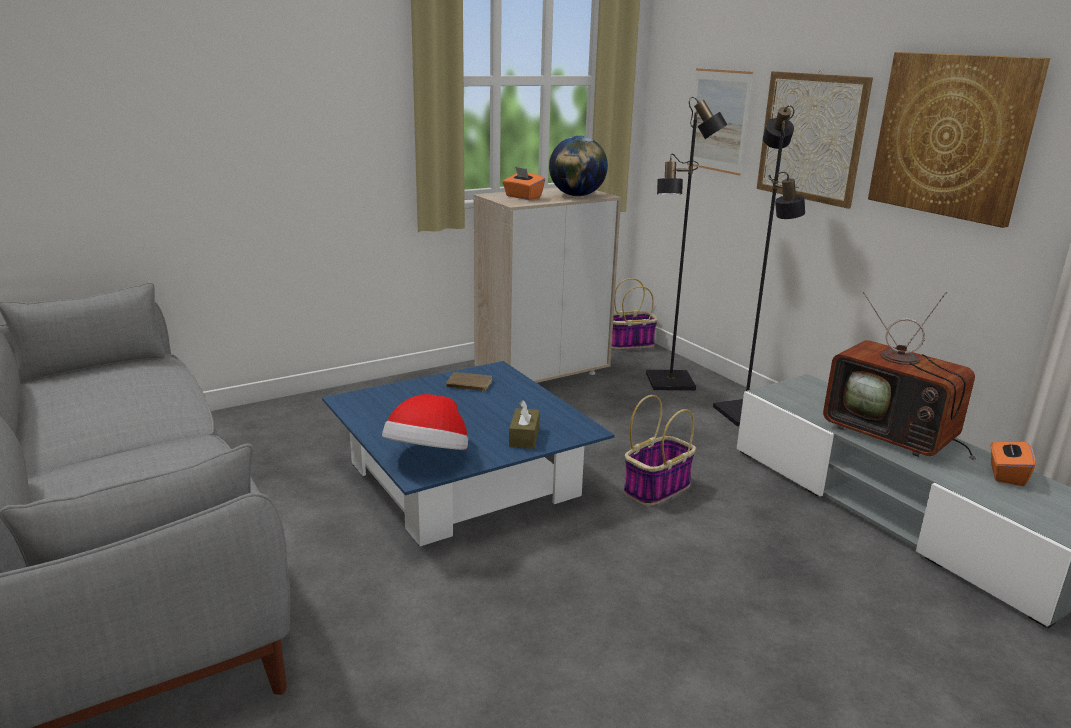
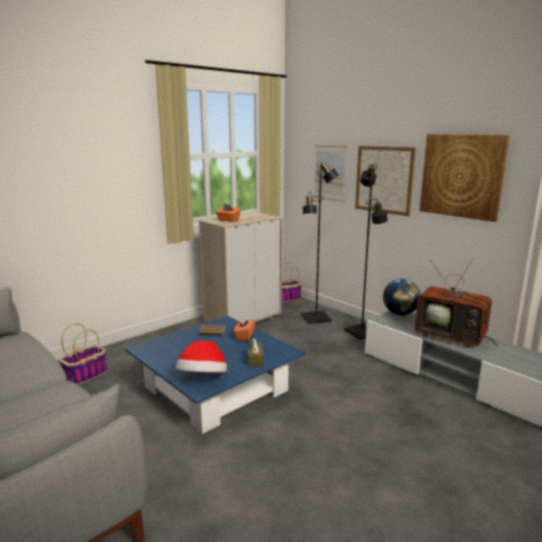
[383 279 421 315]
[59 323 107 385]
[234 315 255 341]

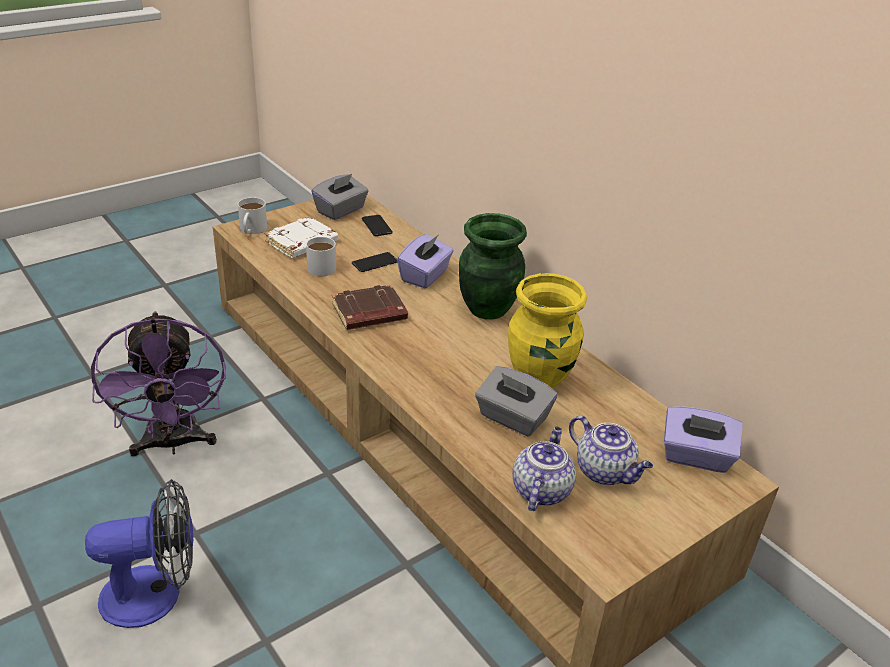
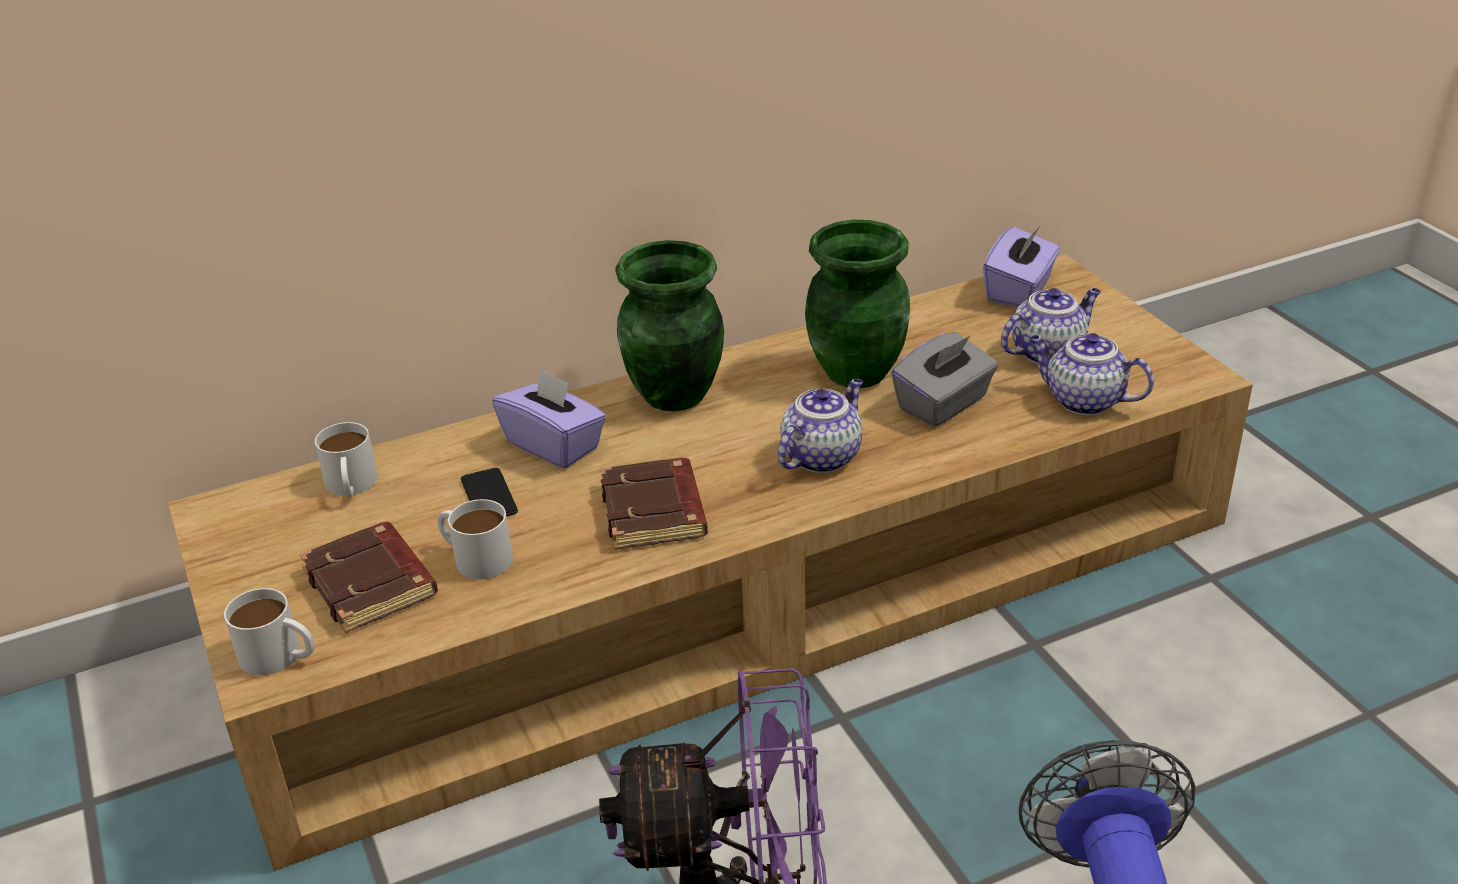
[312 174 369 220] (first image)
[315 422 378 497]
[300 522 438 633]
[805 220 910 388]
[778 378 863 473]

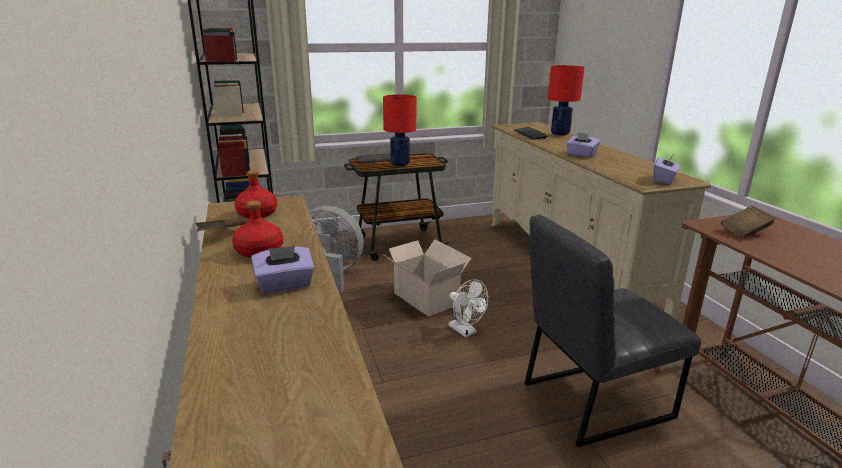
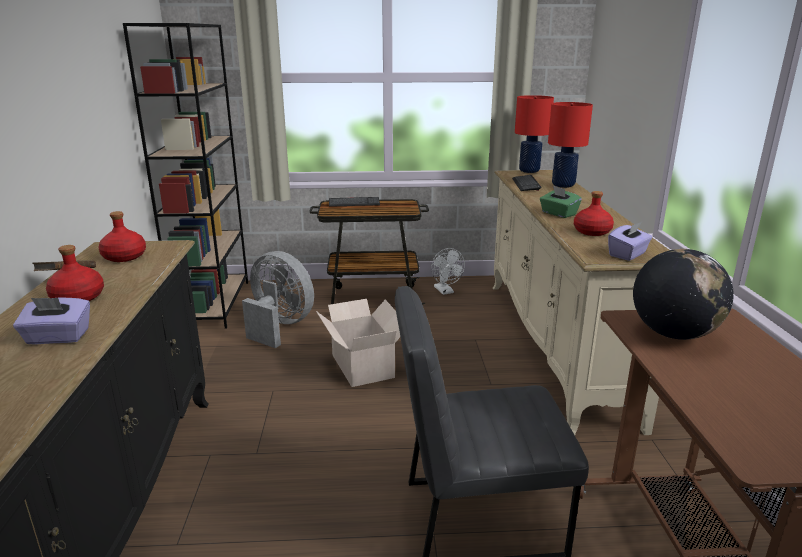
[515 95 554 173]
[540 186 582 218]
[633 249 734 340]
[431 248 465 295]
[574 191 614 236]

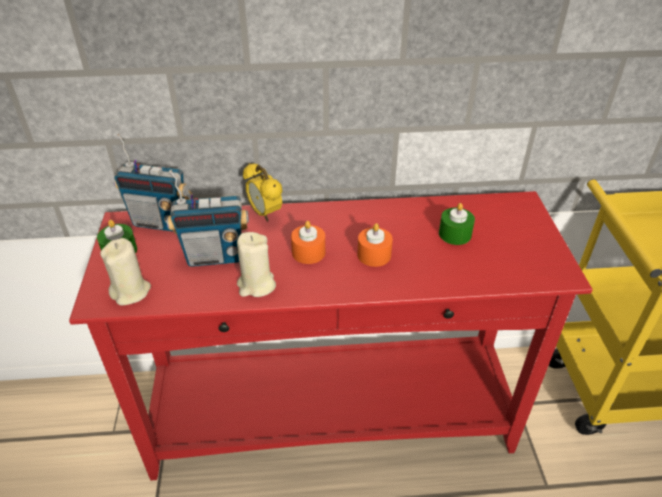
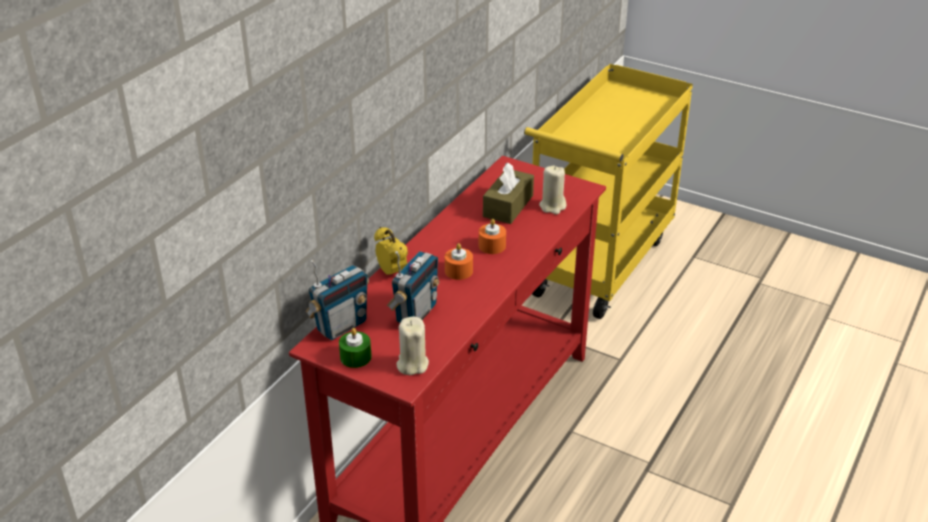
[374 227 408 275]
[483 163 534 224]
[539 166 566 214]

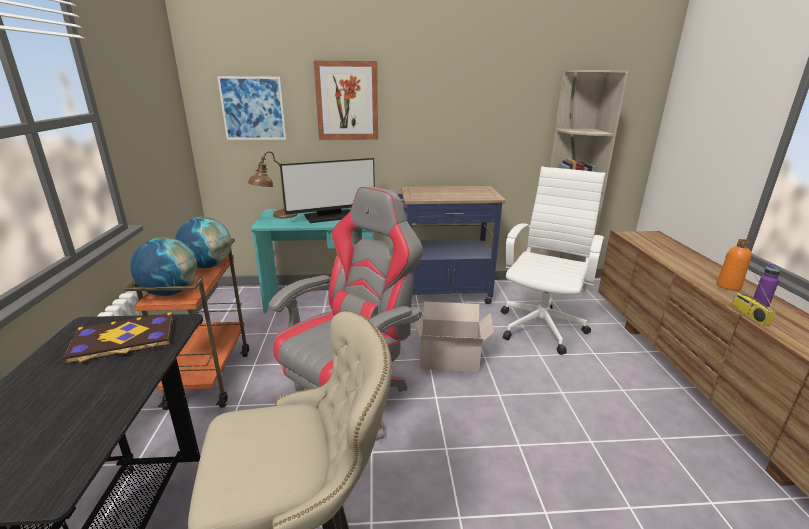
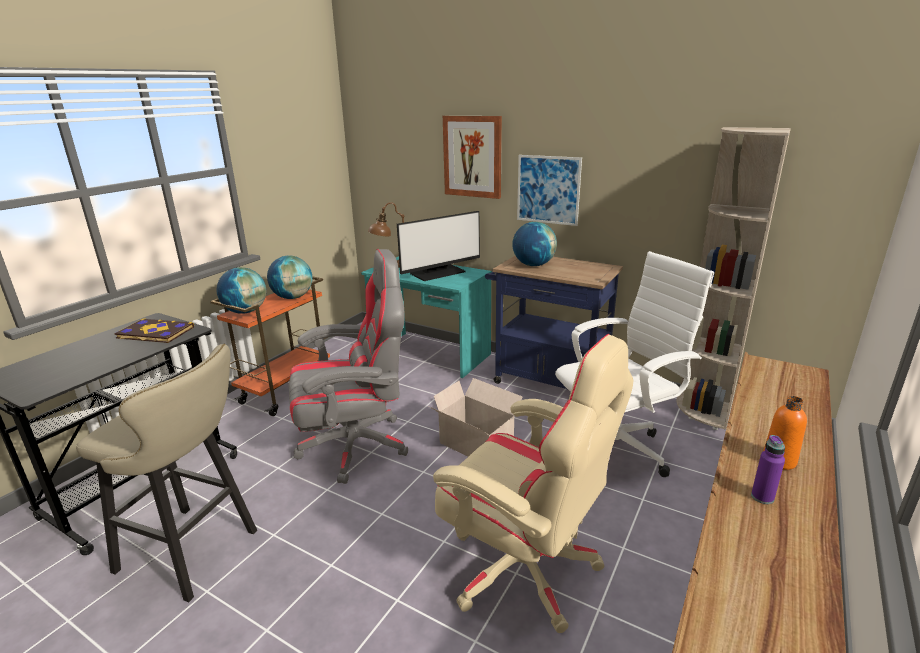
[517 155 582 226]
[397 211 480 281]
[732 274 776 326] (first image)
[512 222 557 266]
[433 334 633 633]

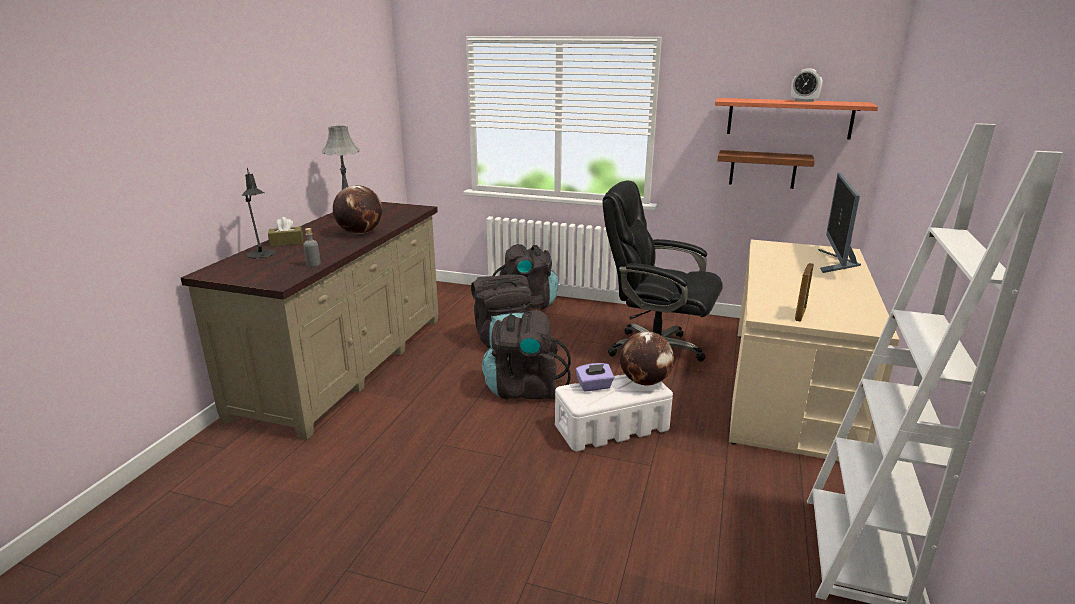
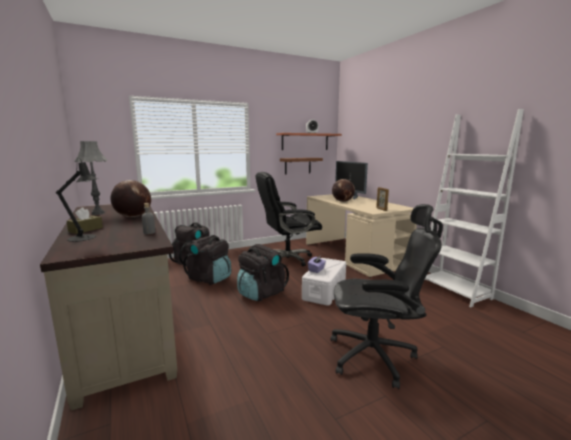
[332 179 355 202]
[331 204 443 389]

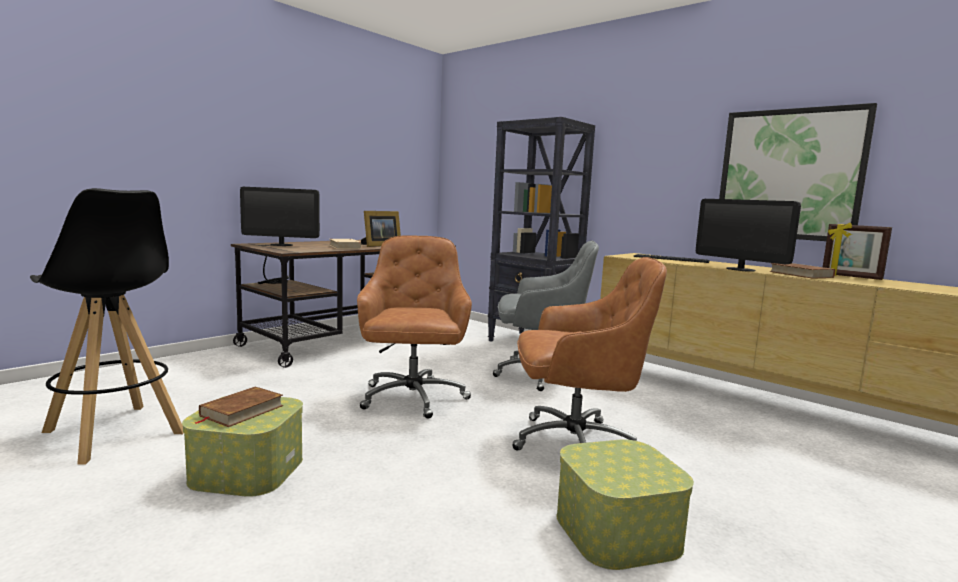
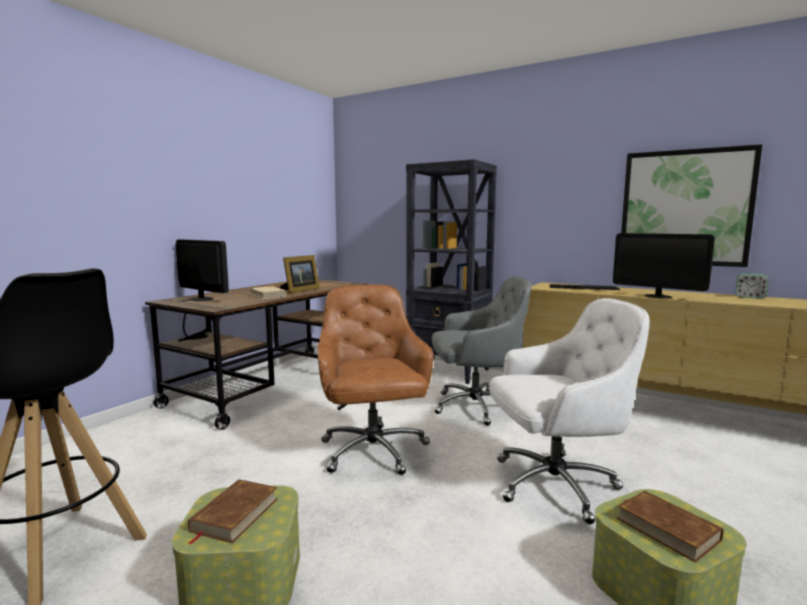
[175 239 229 301]
[735 274 769 299]
[489 298 650 524]
[617 490 723 563]

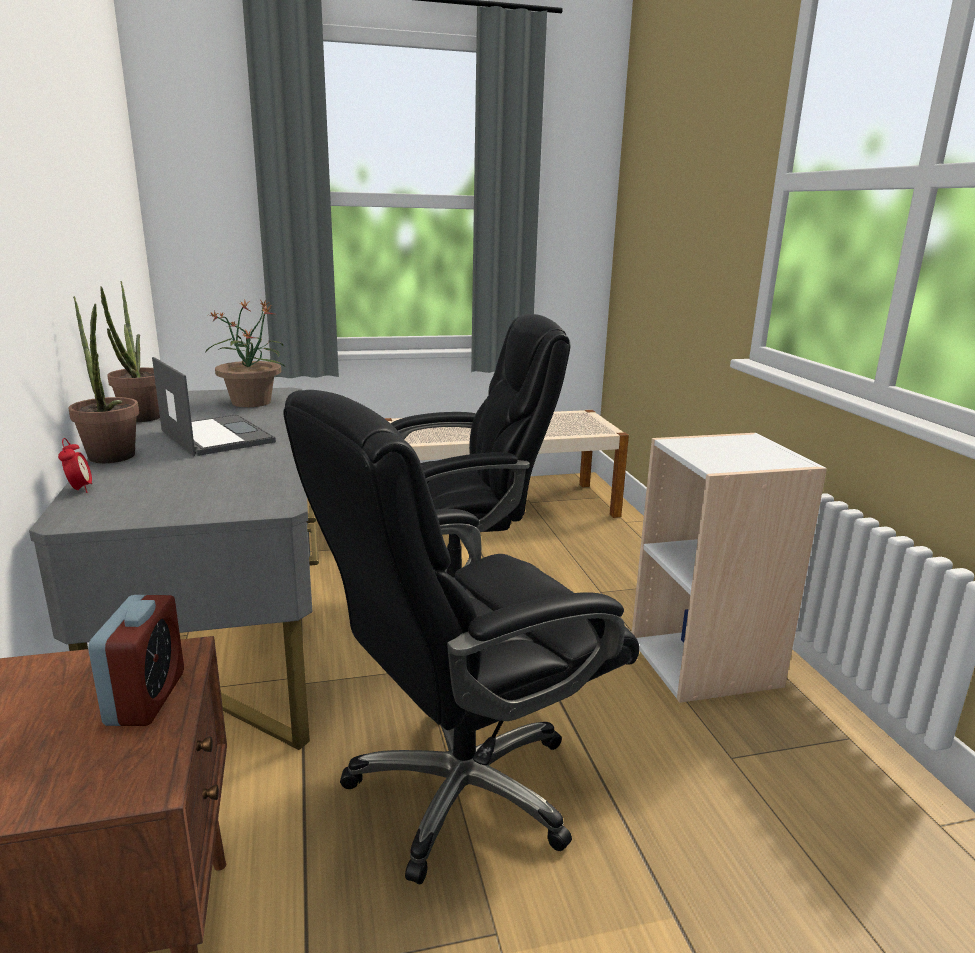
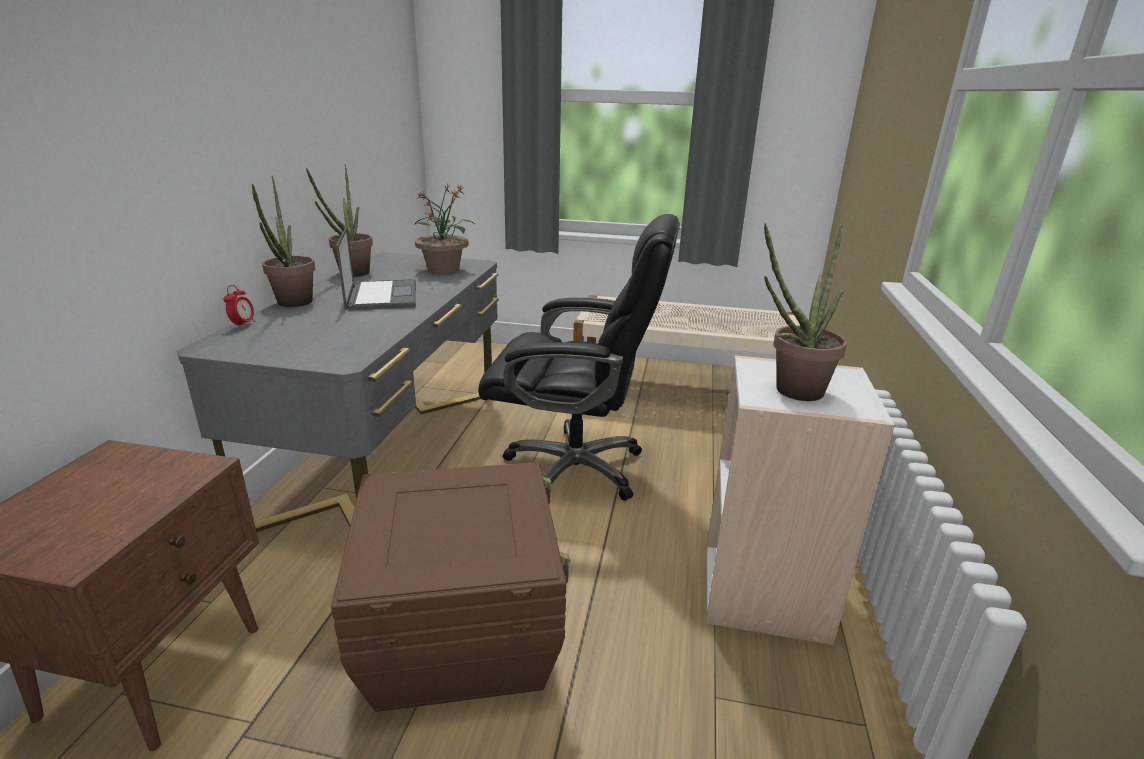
[331 462 570 712]
[88 595 184 726] (first image)
[764 218 847 401]

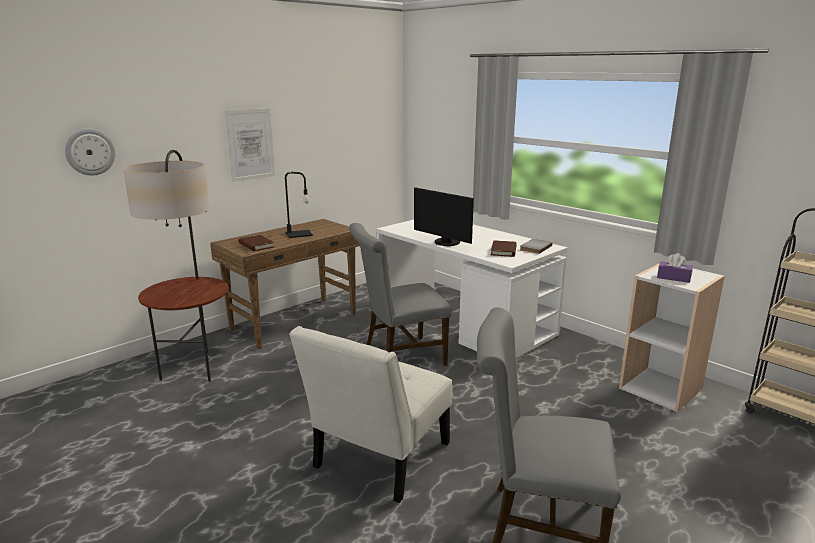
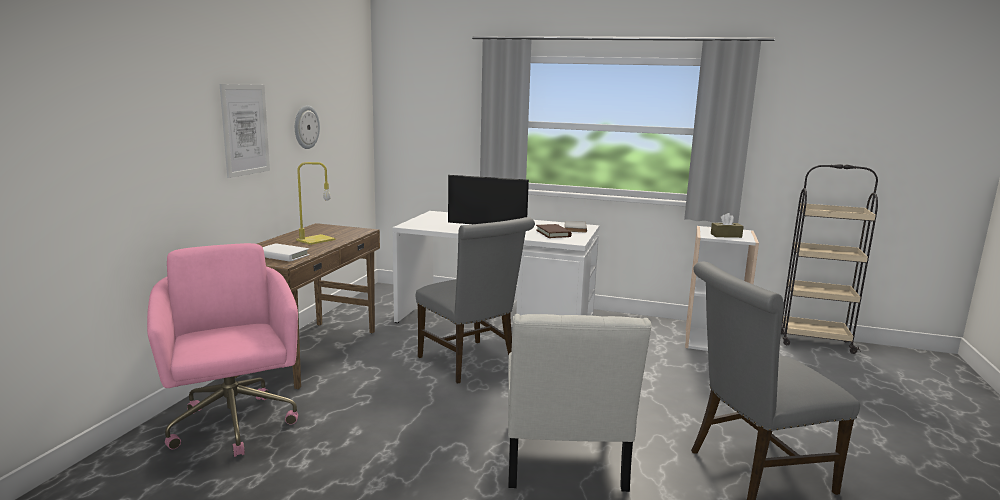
[295 105 320 149]
[147 243 298 457]
[296 162 336 245]
[416 217 535 383]
[263 243 310 262]
[711 213 744 238]

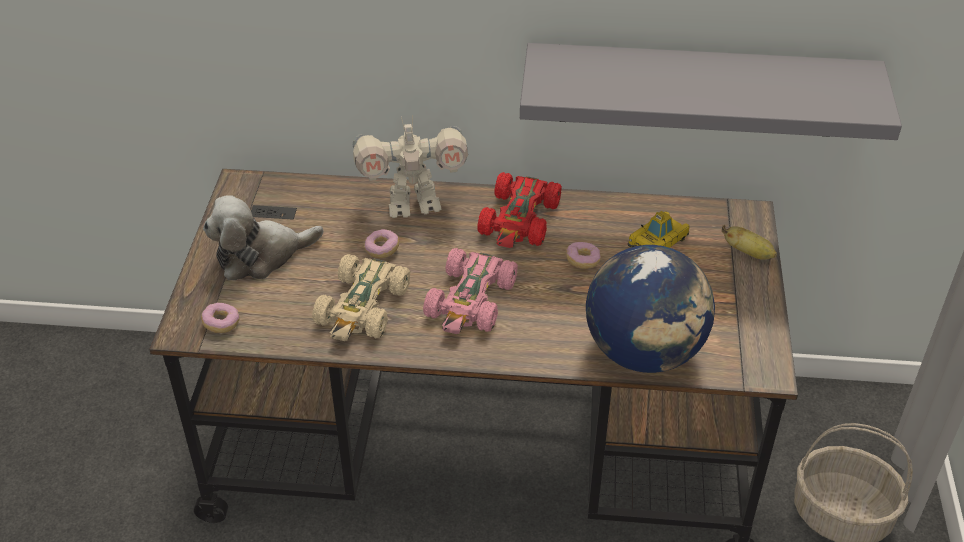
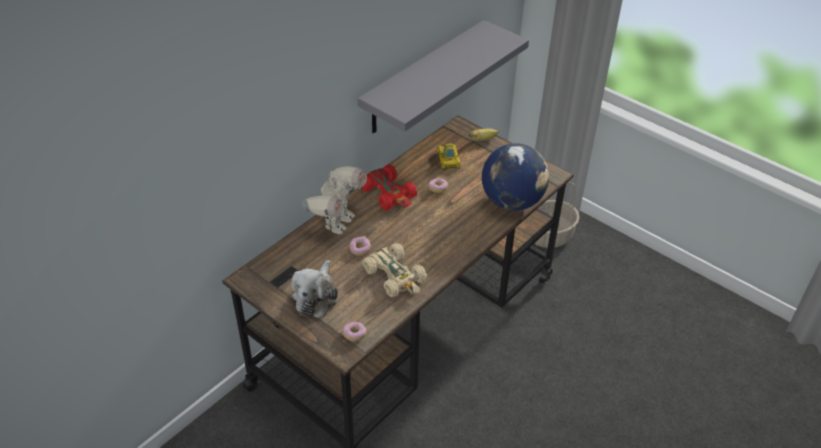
[423 248 518 334] (first image)

